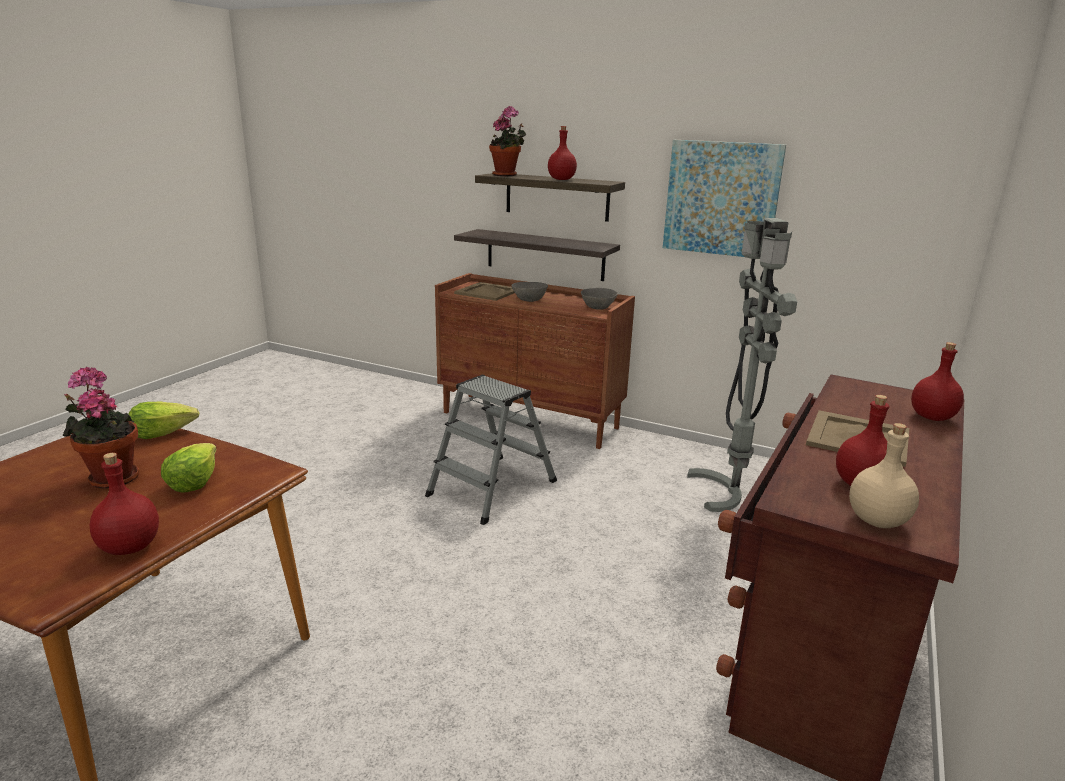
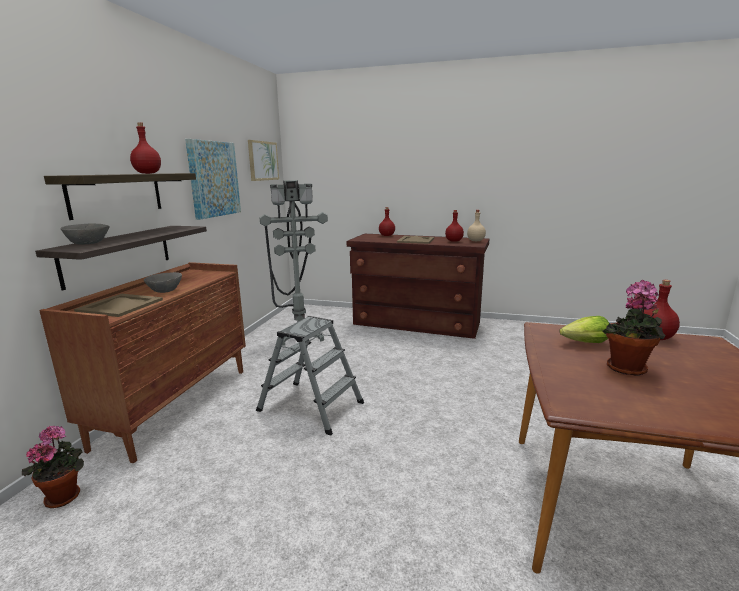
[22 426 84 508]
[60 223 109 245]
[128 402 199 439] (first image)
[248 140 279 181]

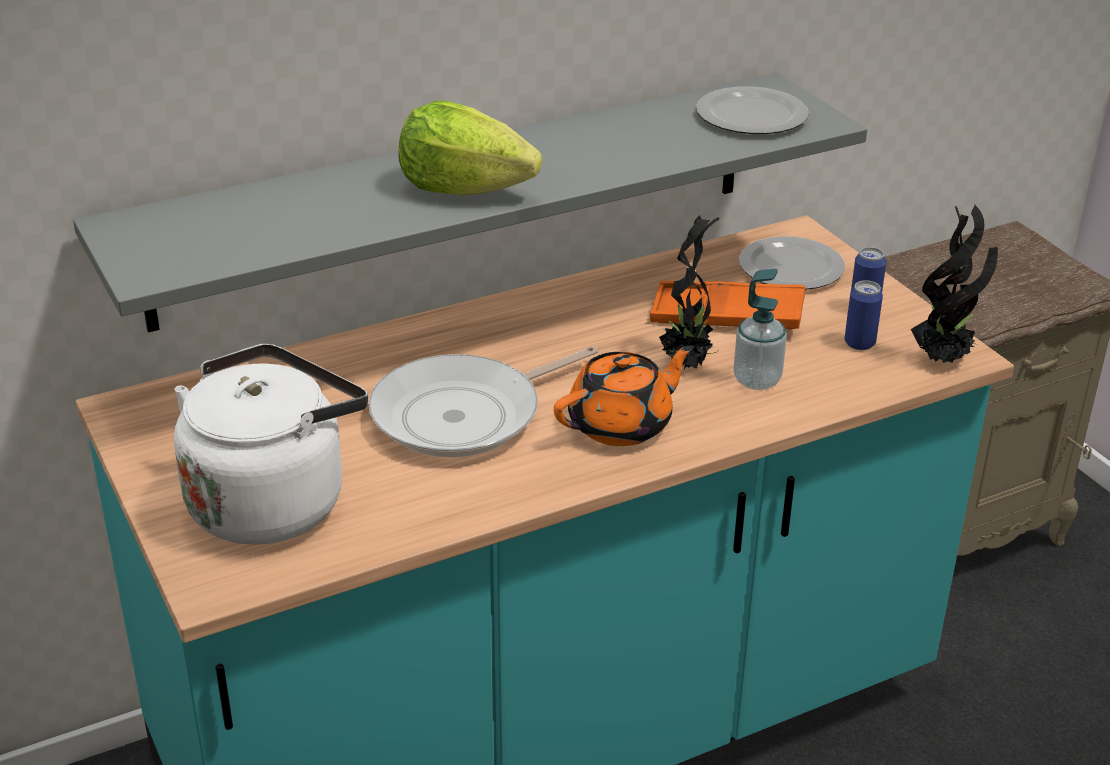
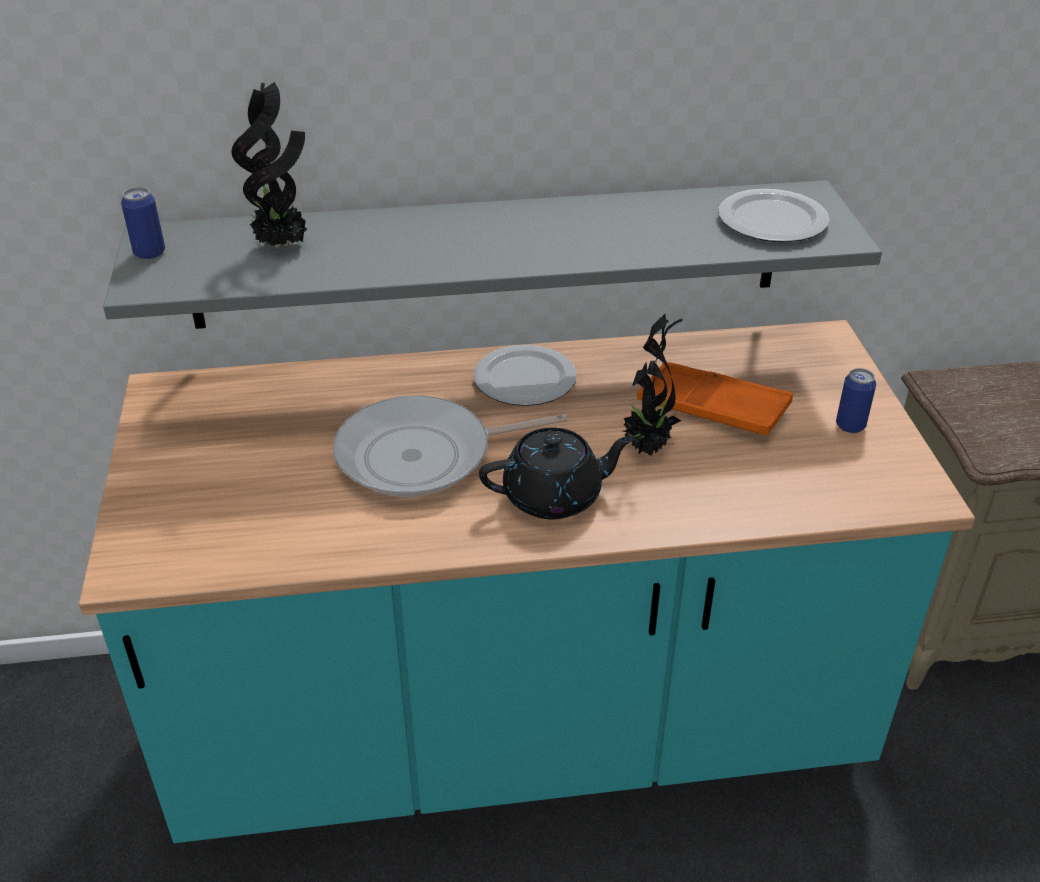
[399 100 542 196] (first image)
[232 82 307 247]
[474 345 577 406]
[733 269 787 390] (first image)
[121 187 165 259]
[174 344 368 545] (first image)
[479 427 635 519]

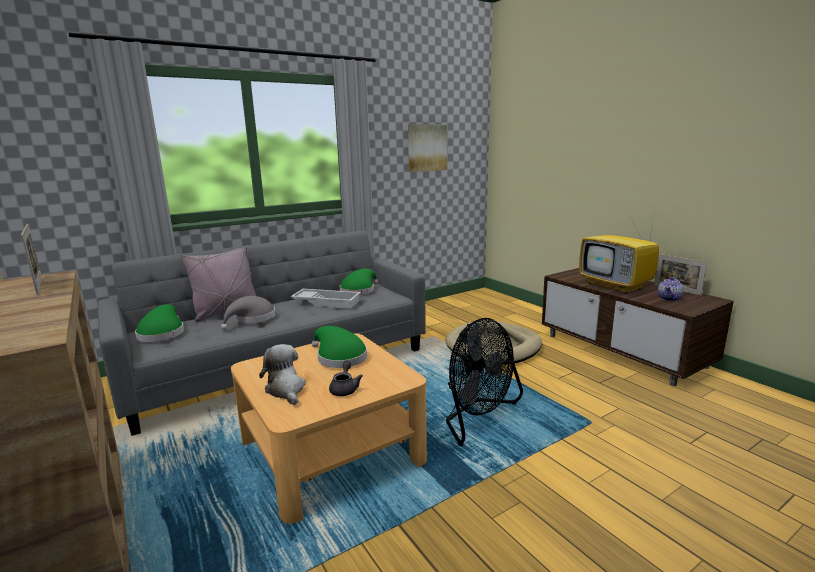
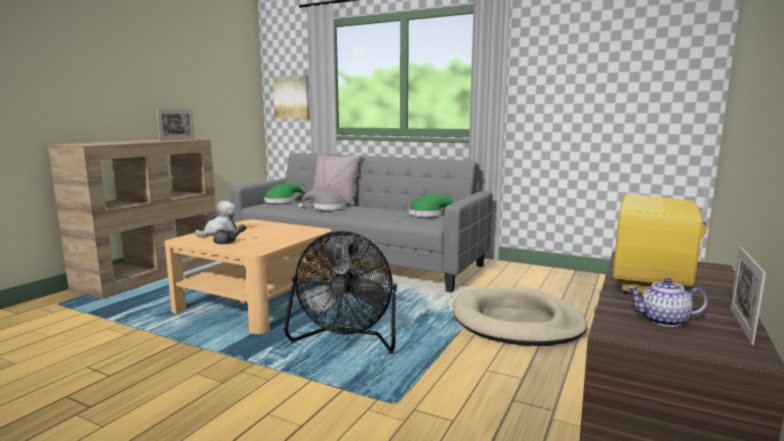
[273 75 310 119]
[290 289 361 309] (first image)
[312 326 367 368] (first image)

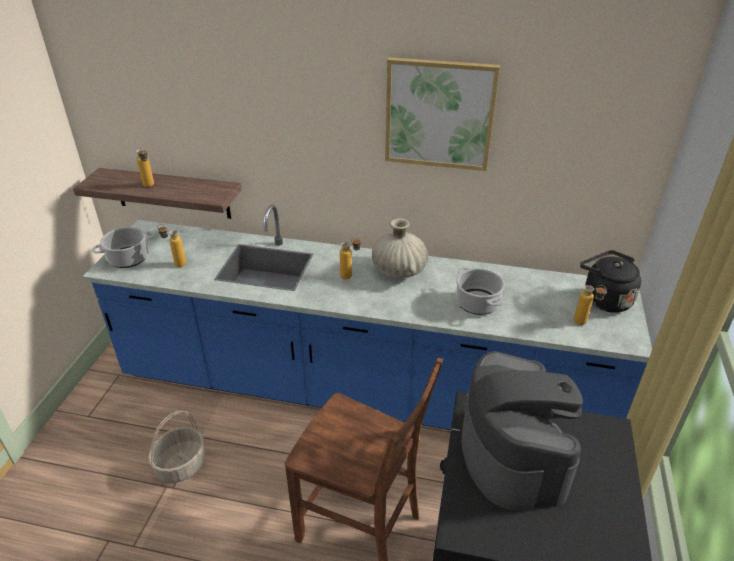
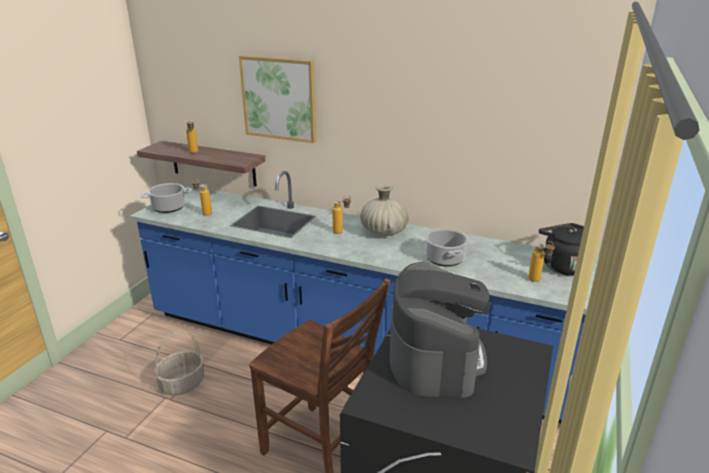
[239 55 316 143]

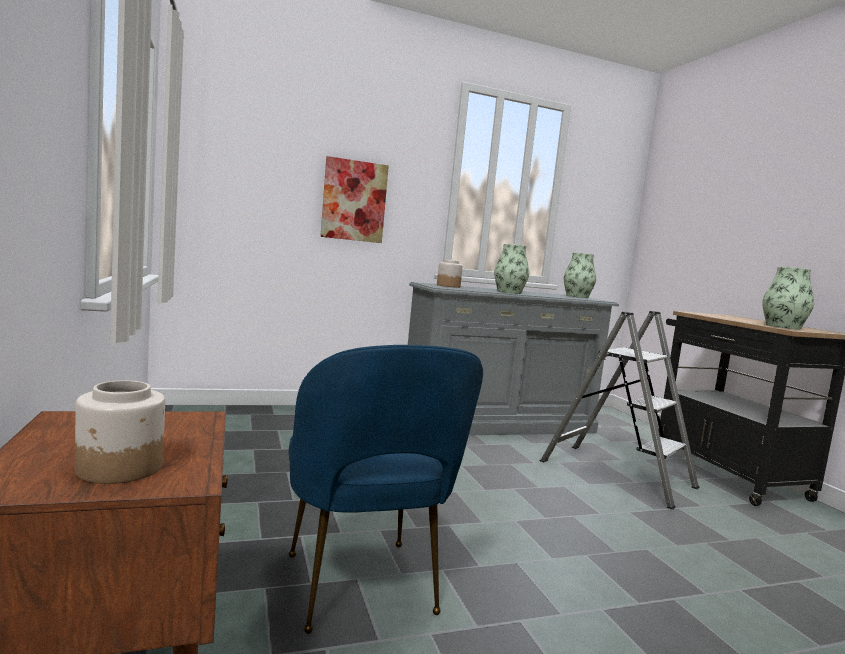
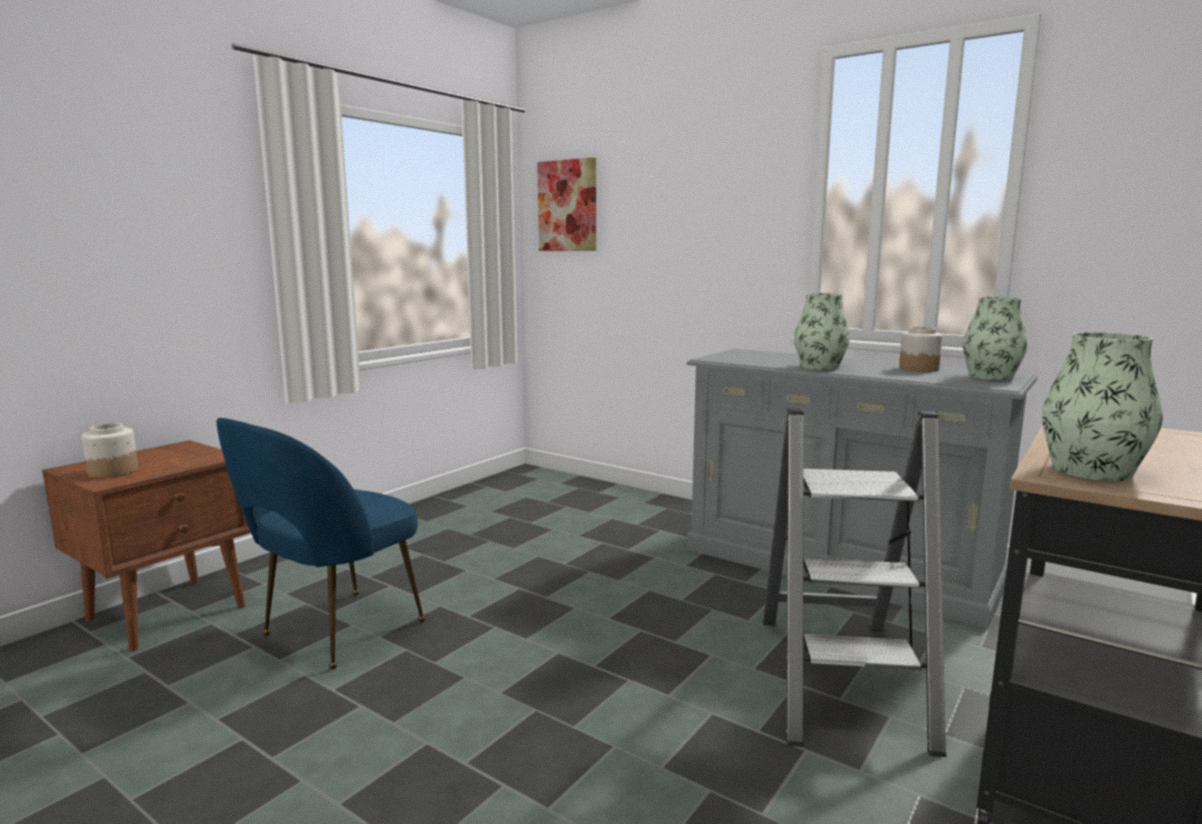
[537 157 596 251]
[899 327 943 372]

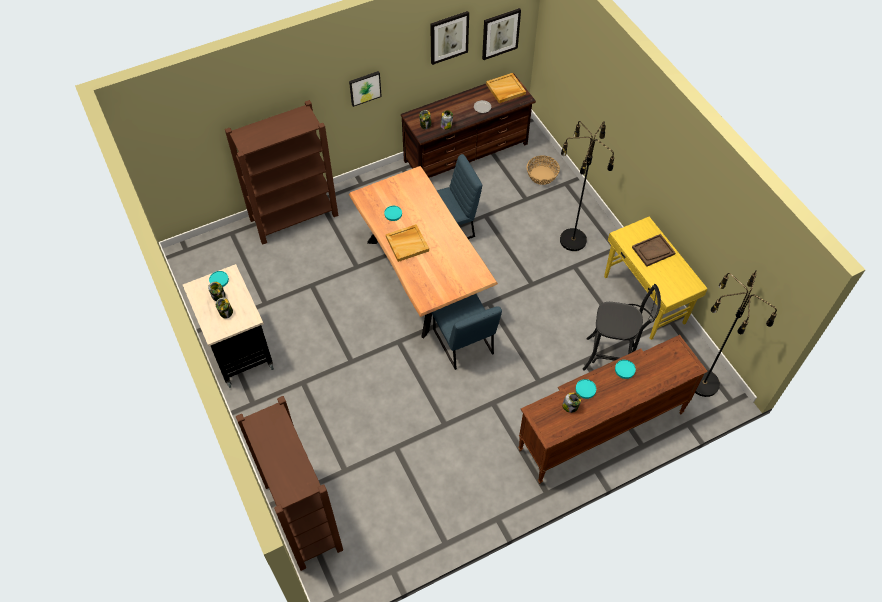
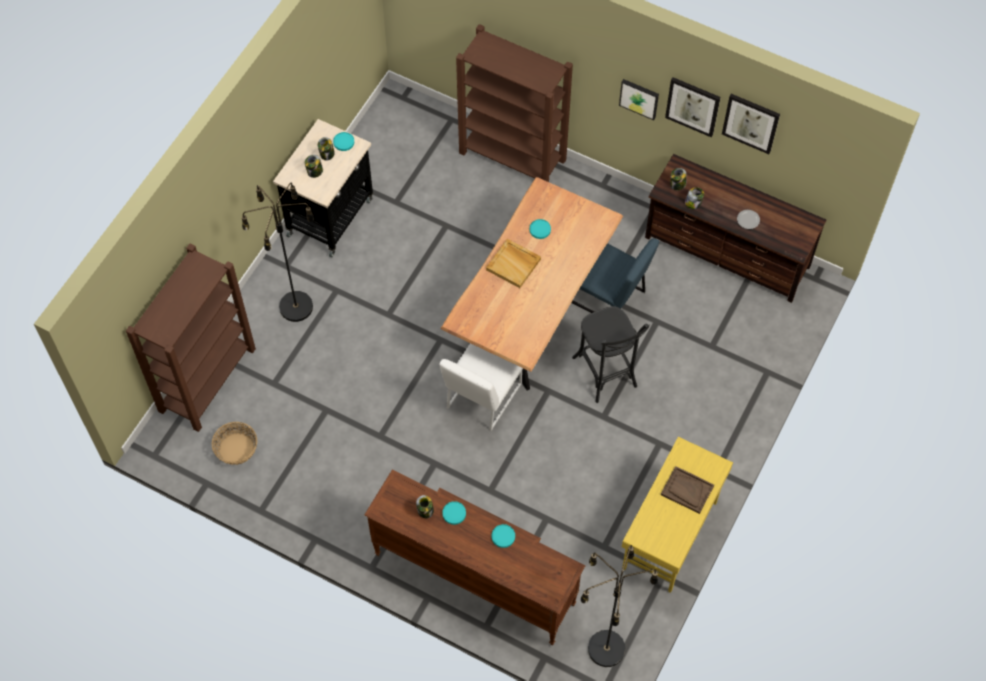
[665 77 721 138]
[486 73 526 103] (first image)
[242 183 314 322]
[212 422 257 465]
[572 306 650 403]
[439 343 523 431]

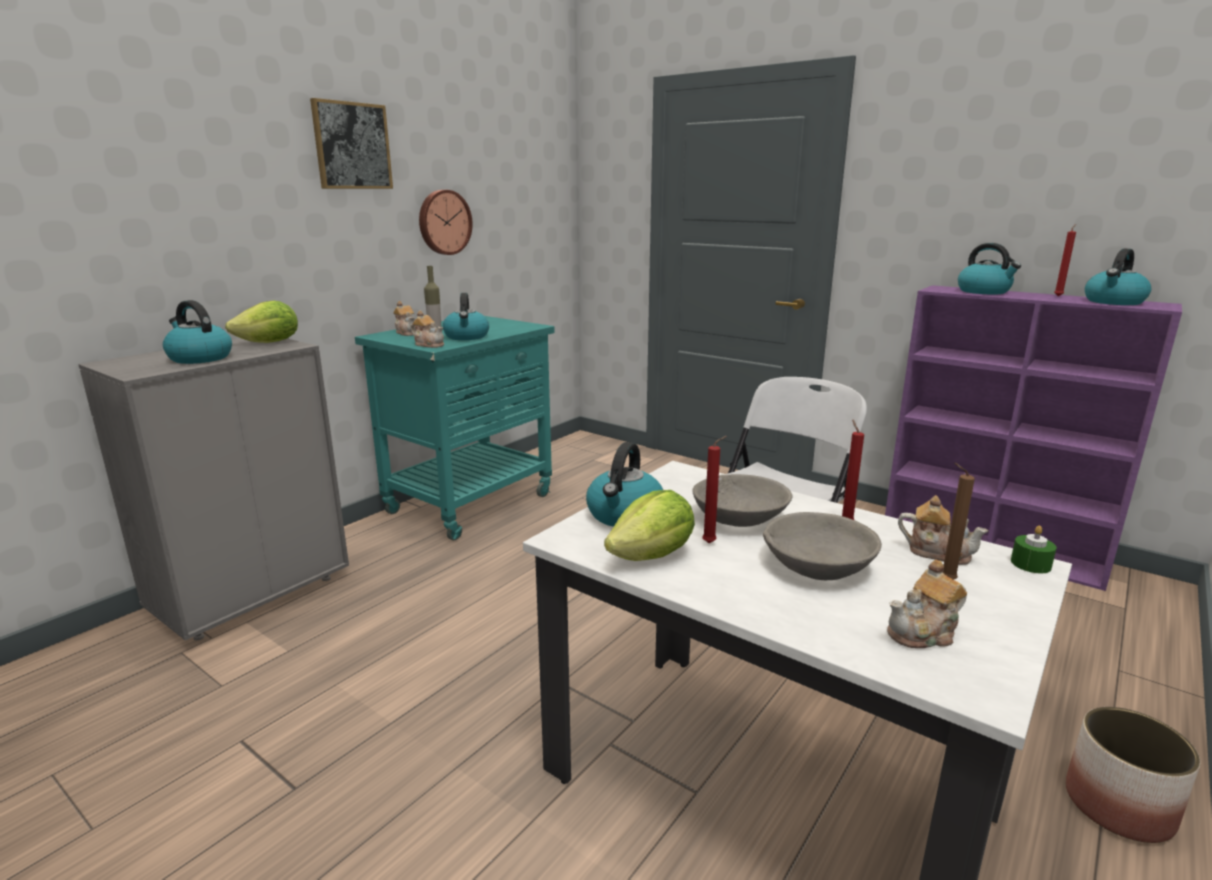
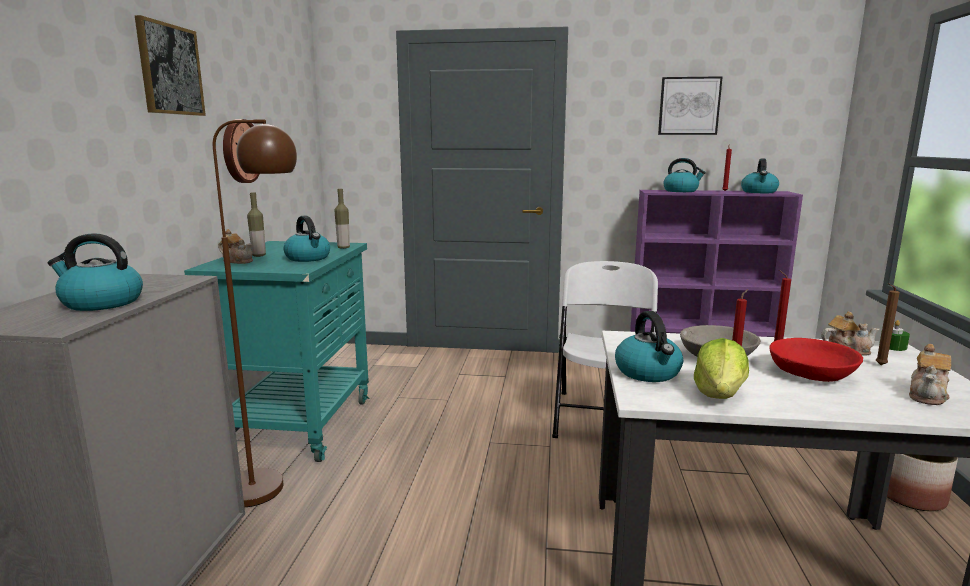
[225 301 298 343] (first image)
[410 311 444 348] (first image)
[769 338 863 382]
[658 76 723 135]
[213 119 297 507]
[334 189 350 249]

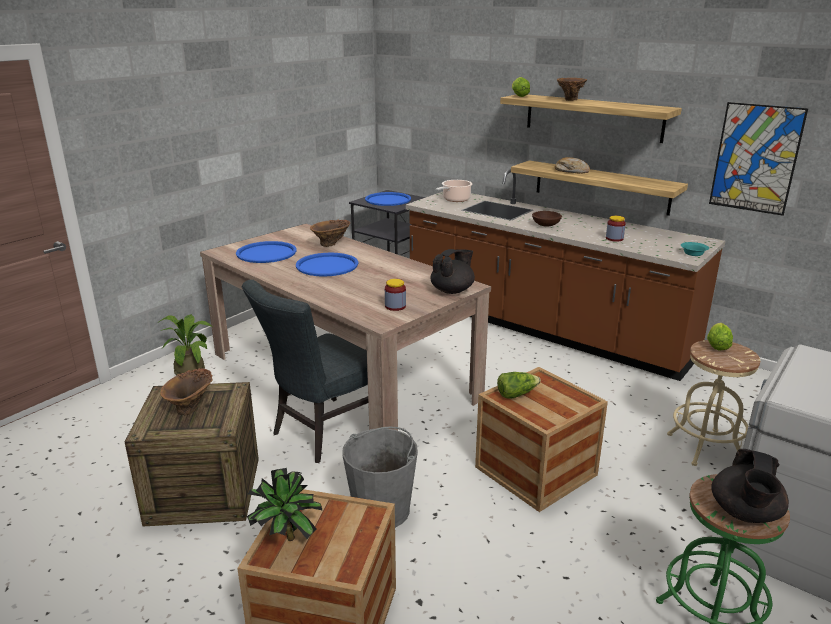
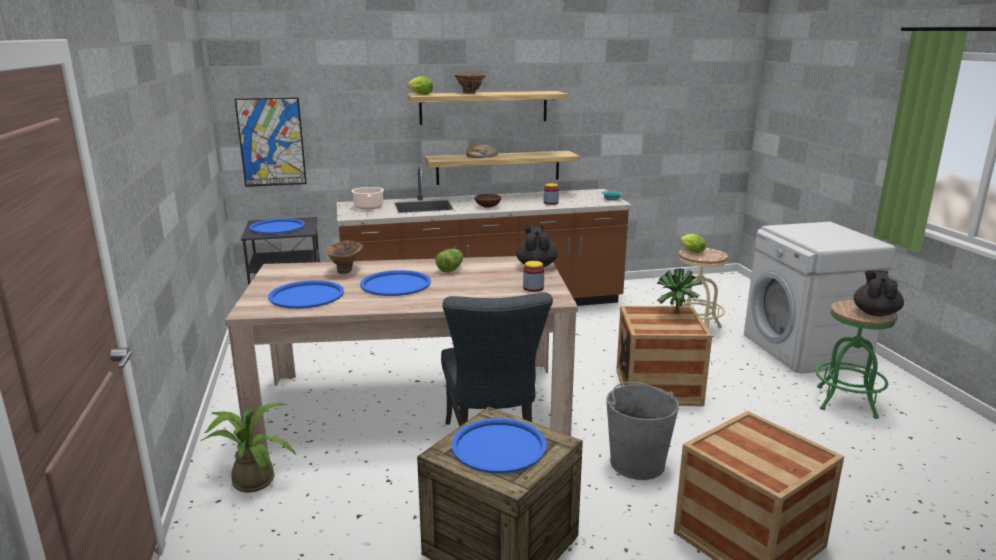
[235 97 307 187]
[452 418 547 474]
[436 249 463 273]
[853 270 904 316]
[656 268 702 314]

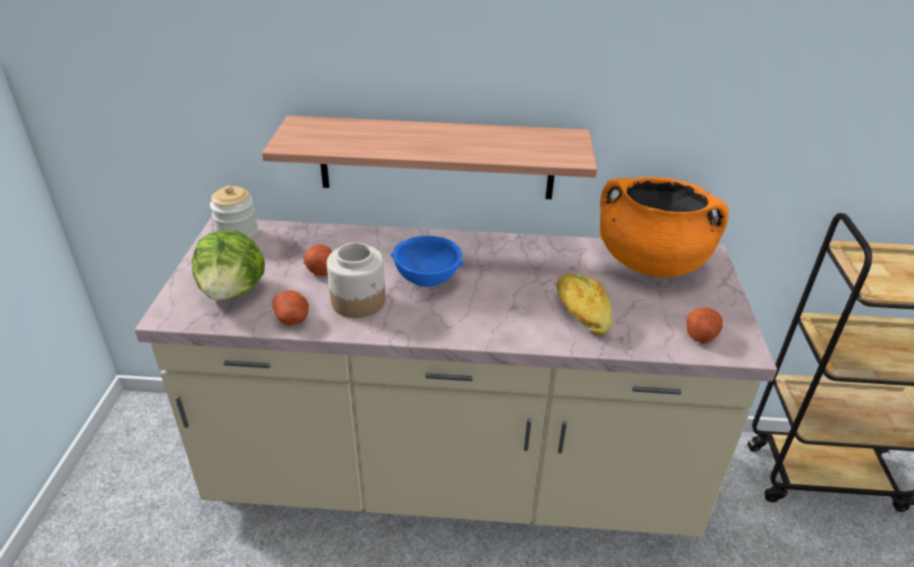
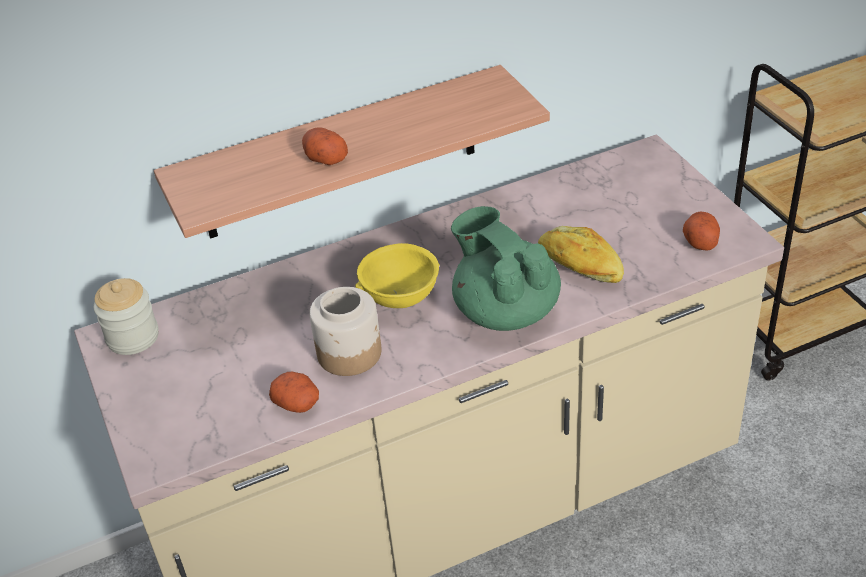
[600 177 729 277] (first image)
[192 230 265 300] (first image)
[355 243 440 308]
[302 127 348 165]
[451 206 561 331]

